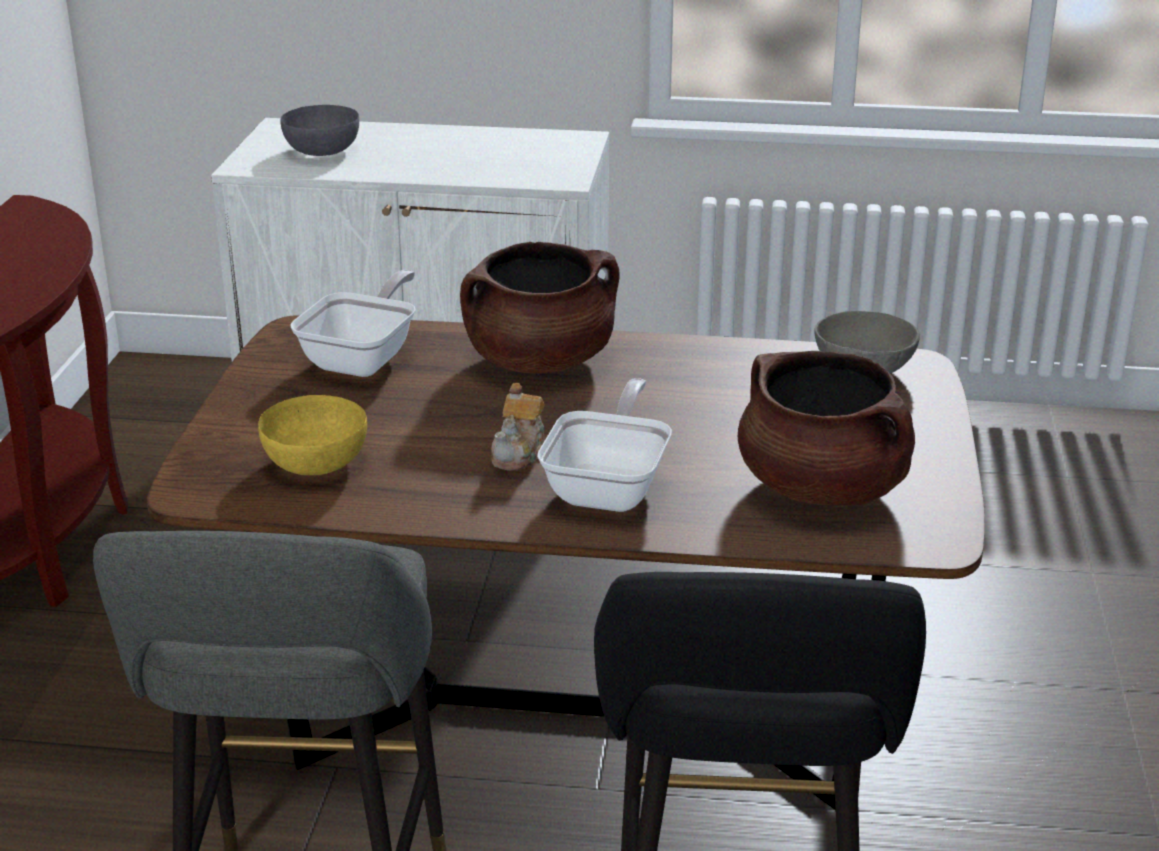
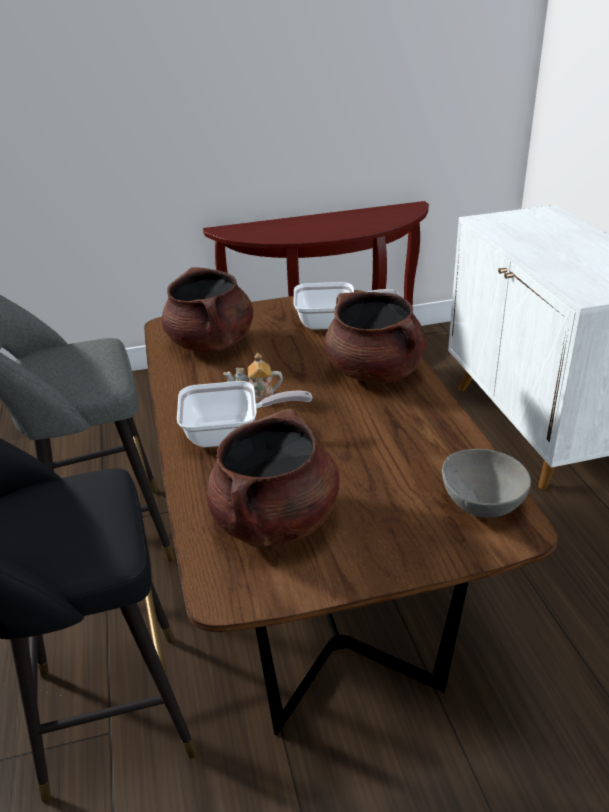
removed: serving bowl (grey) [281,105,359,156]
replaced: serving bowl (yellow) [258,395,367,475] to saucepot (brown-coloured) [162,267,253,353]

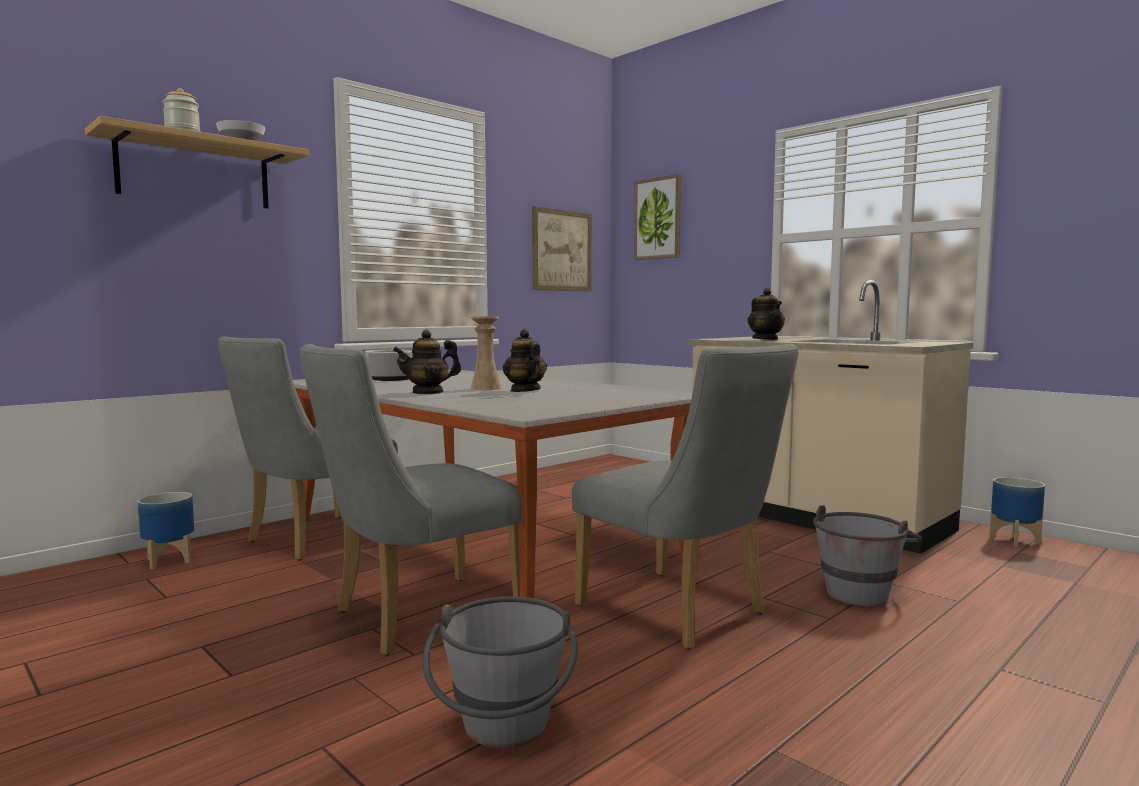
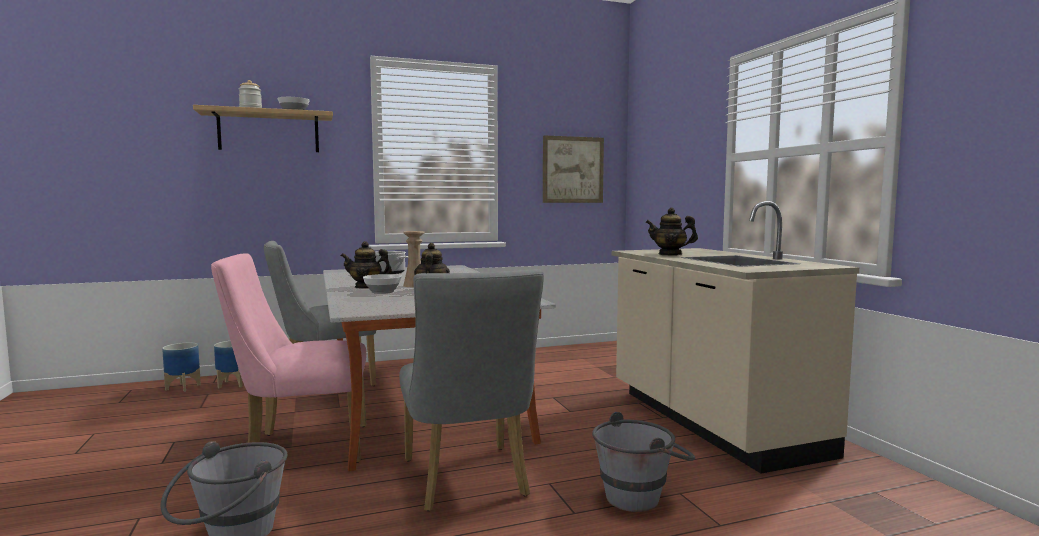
removed: wall art [634,174,681,260]
added: serving bowl [363,274,402,294]
moved: plant pot [989,477,1045,547] to [162,343,201,392]
recoloured: chair (grey) [300,344,522,656] to chair (pink) [211,253,366,463]
turned: pot for tea [748,288,785,340] = [645,208,698,256] 90 degrees clockwise

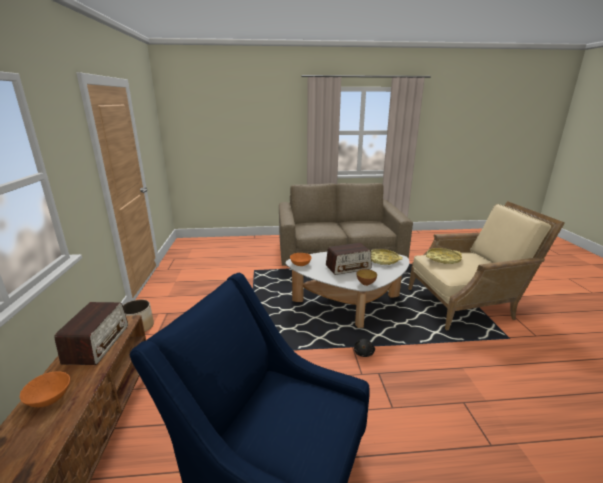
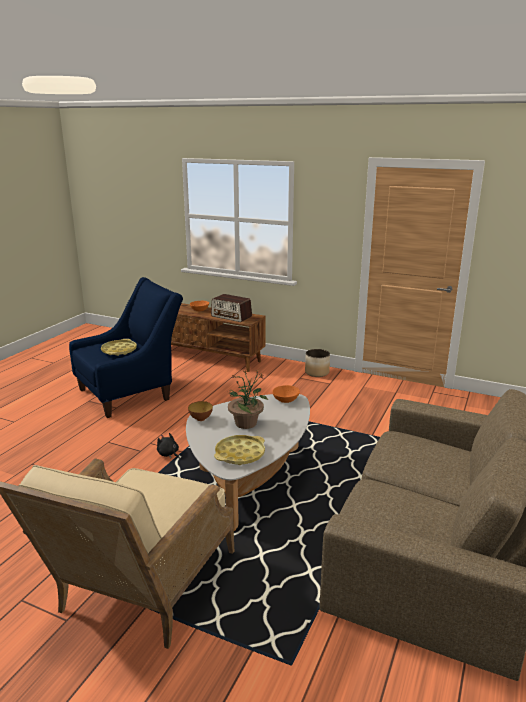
moved: tray (yellow) [426,248,462,264] to [101,339,137,356]
replaced: radio set [326,243,371,275] to plant in a pot [226,368,268,429]

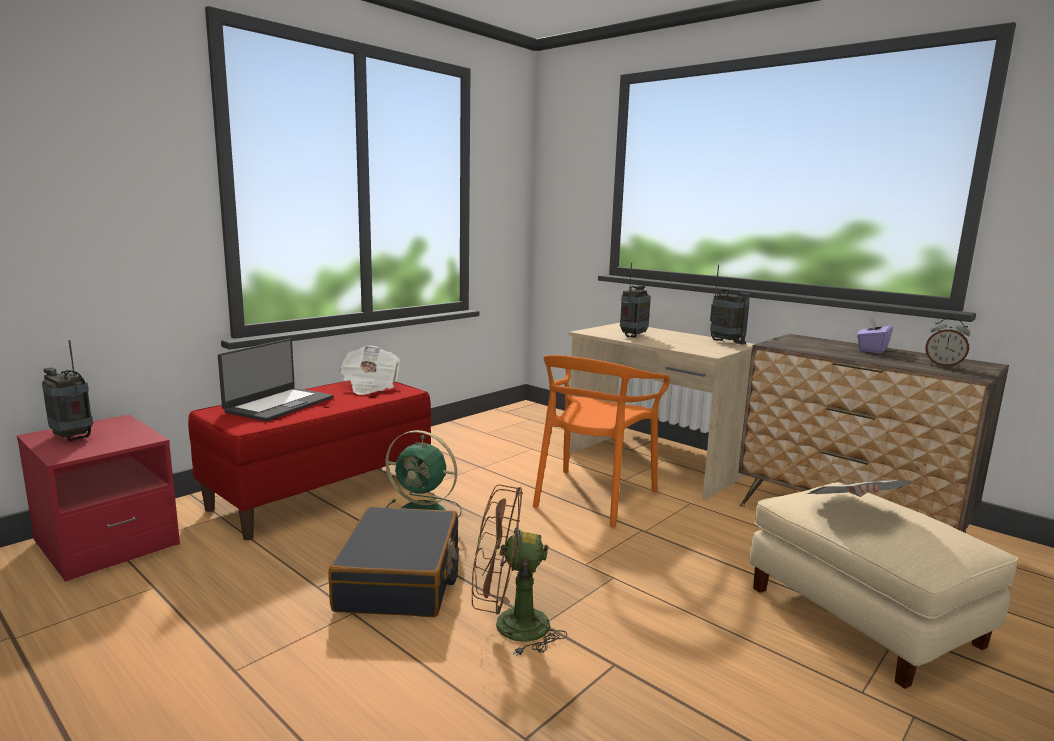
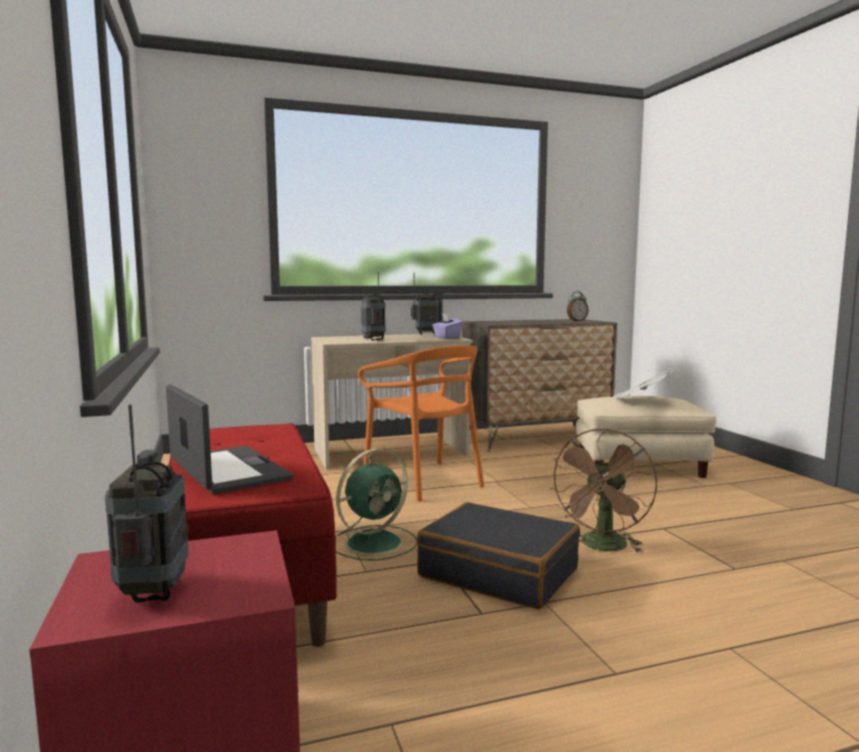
removed: newspaper [339,345,401,395]
moved: box of tissues (purple) [857,316,893,354] to [432,314,463,339]
turned: radio set [42,340,93,441] = [104,404,189,602] 105 degrees clockwise

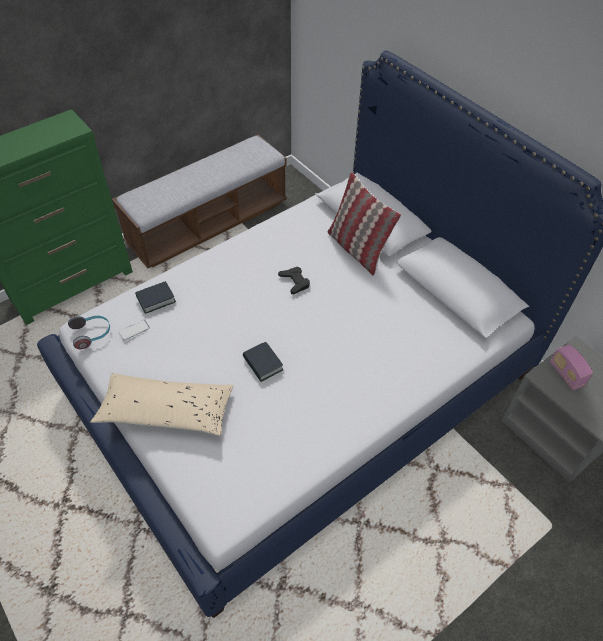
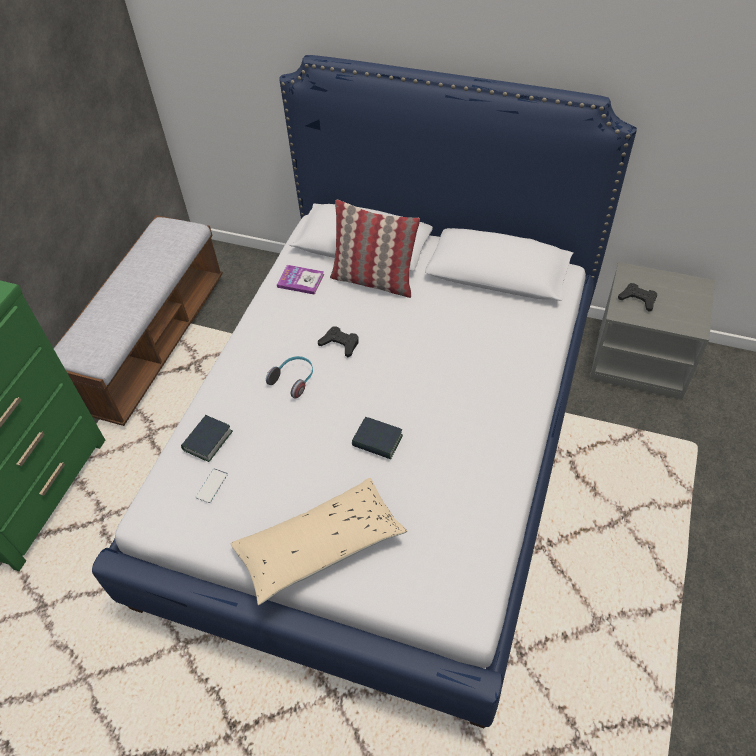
added: book [277,265,324,295]
moved: headset [68,316,110,349] to [266,356,313,399]
replaced: radio set [550,345,593,390] to joypad (black) [618,283,657,312]

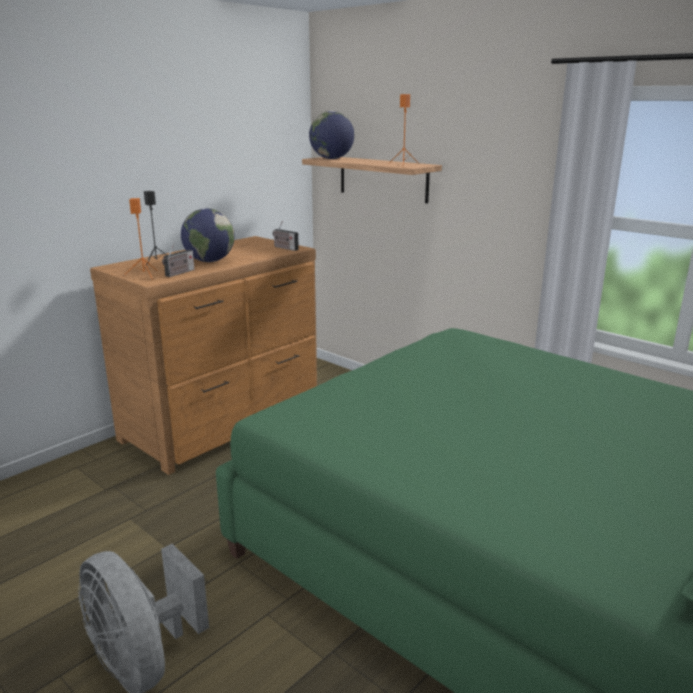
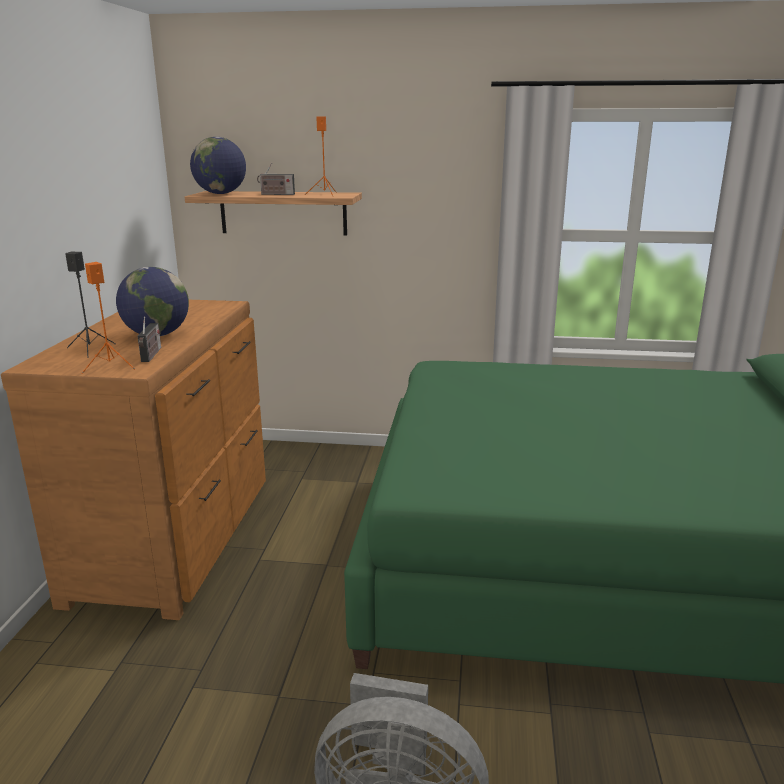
moved: radio set [273,221,299,251] to [257,163,295,195]

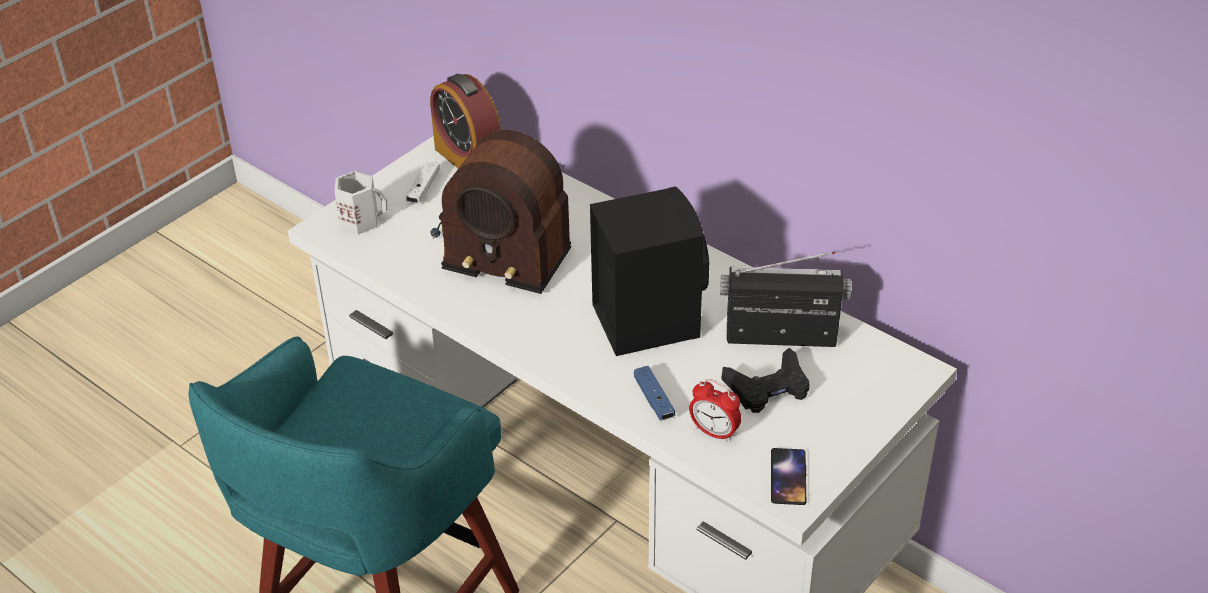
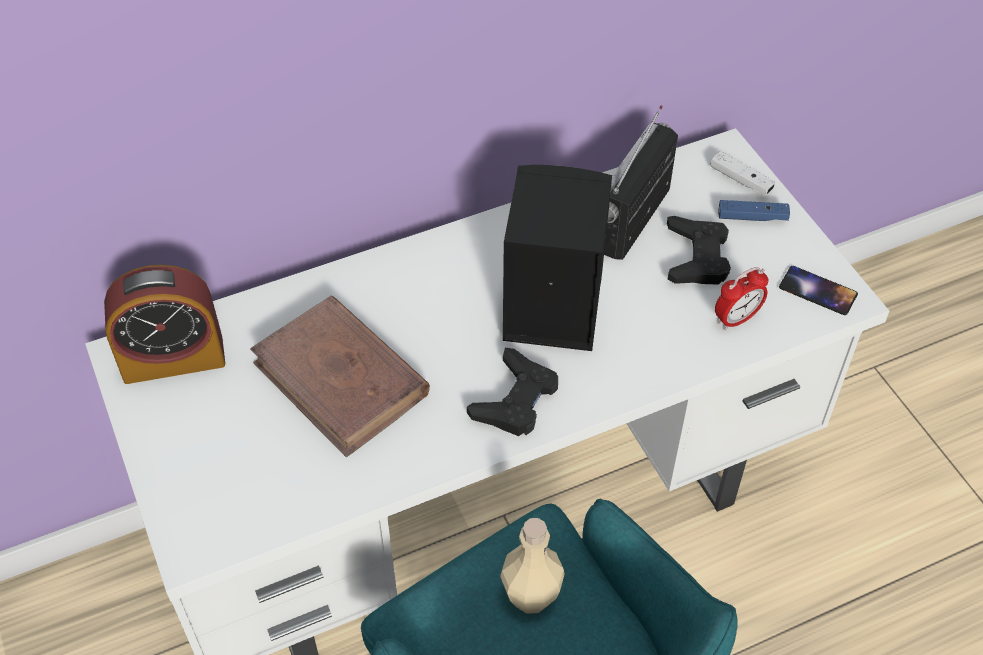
removed: coffee mug (whitish) [334,171,388,235]
added: joypad (black) [467,348,558,436]; beverage bottle (beige) [500,518,565,614]
moved: joypad (whitish) [406,161,440,204] to [710,151,775,195]; joypad (bluish) [634,366,675,421] to [718,200,790,221]
replaced: radio set [430,130,571,294] to book (brown-coloured) [250,295,430,457]

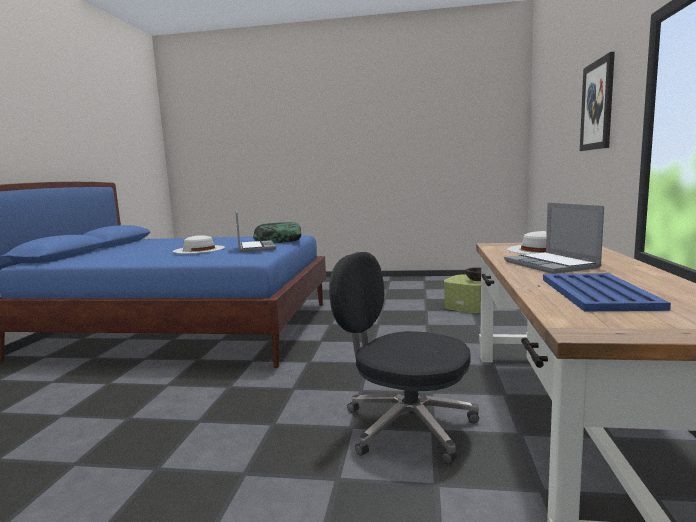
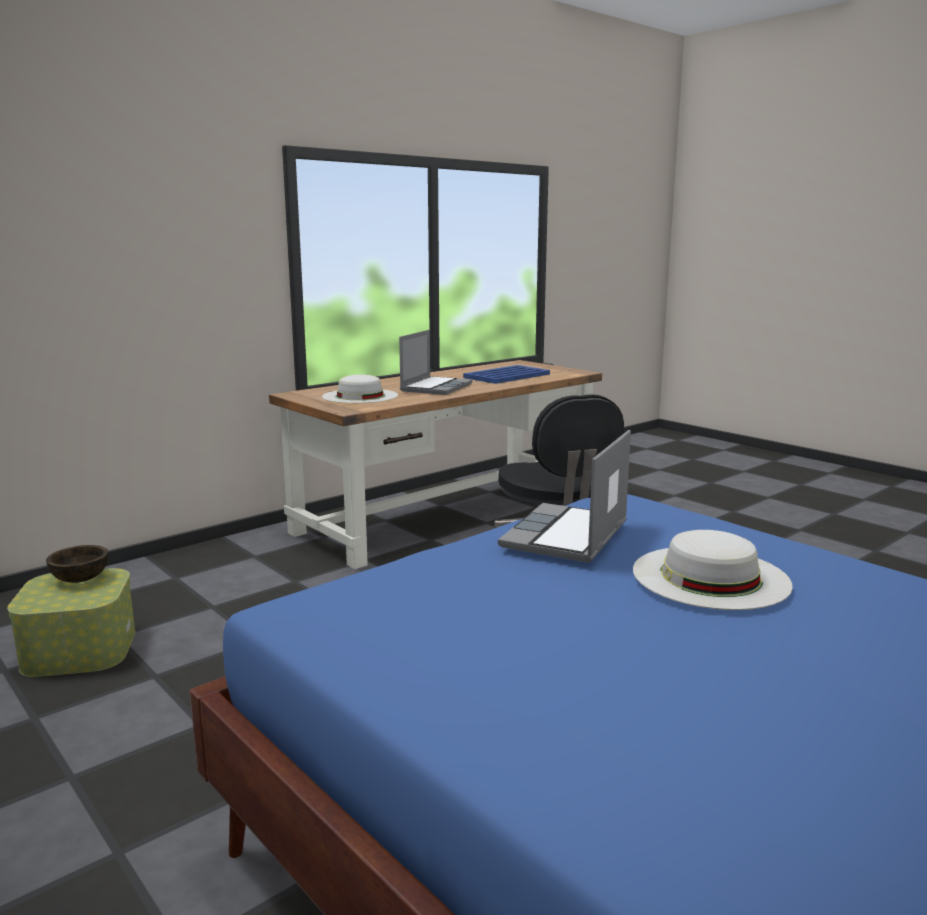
removed: throw pillow [253,222,302,243]; wall art [580,52,615,151]

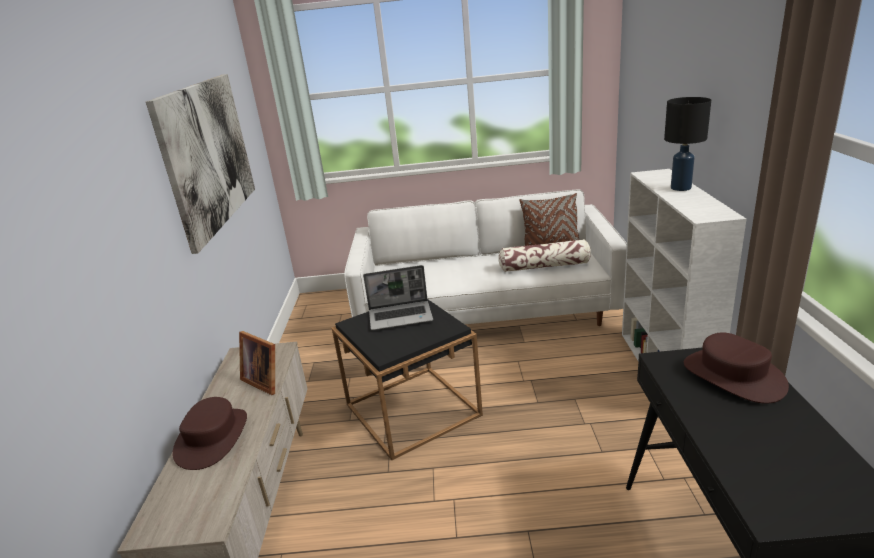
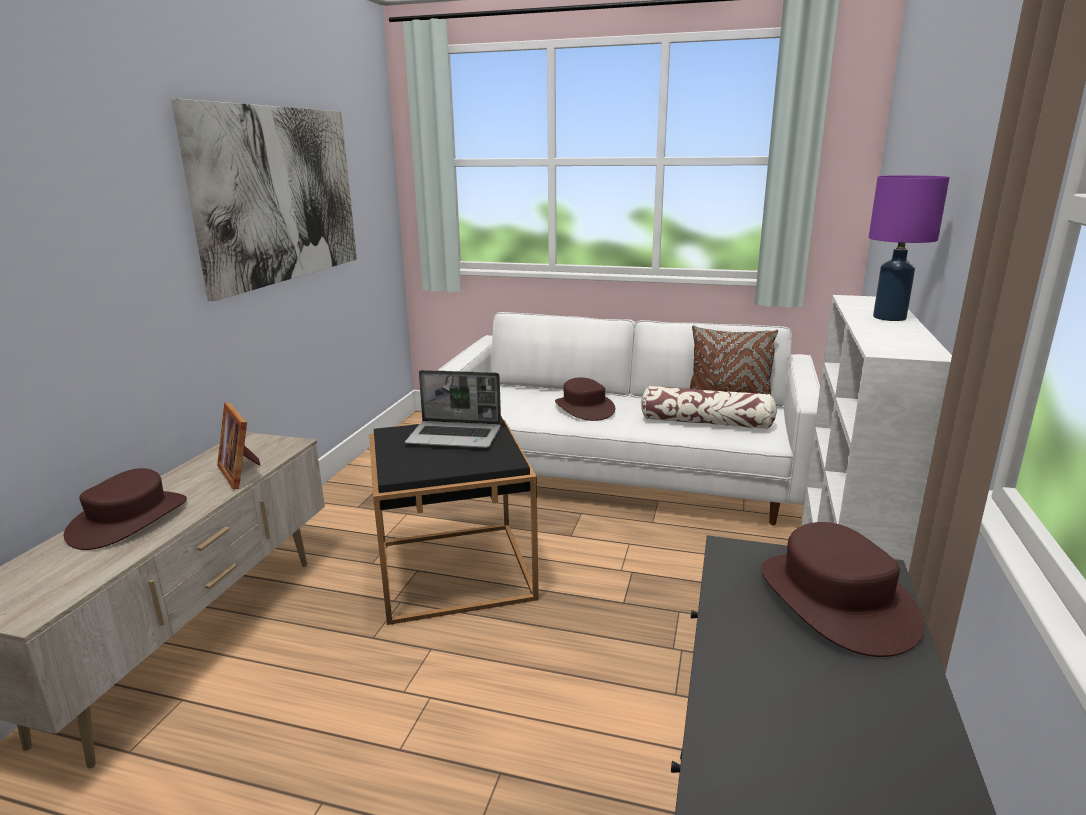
added: wearable hat (brown-coloured) [555,377,615,421]
recoloured: tabletop lamp (black) [664,97,711,191] to tabletop lamp (purple) [869,175,950,321]

